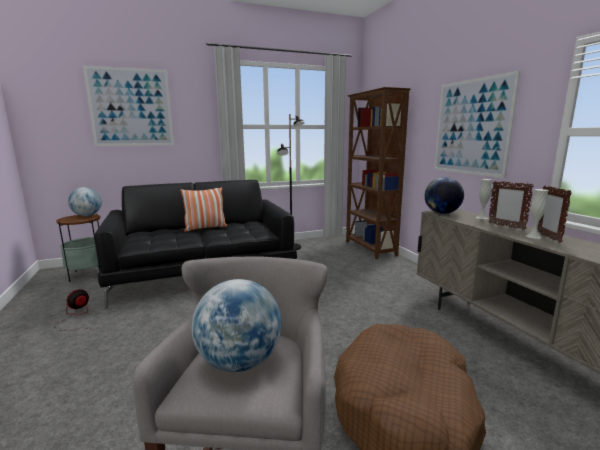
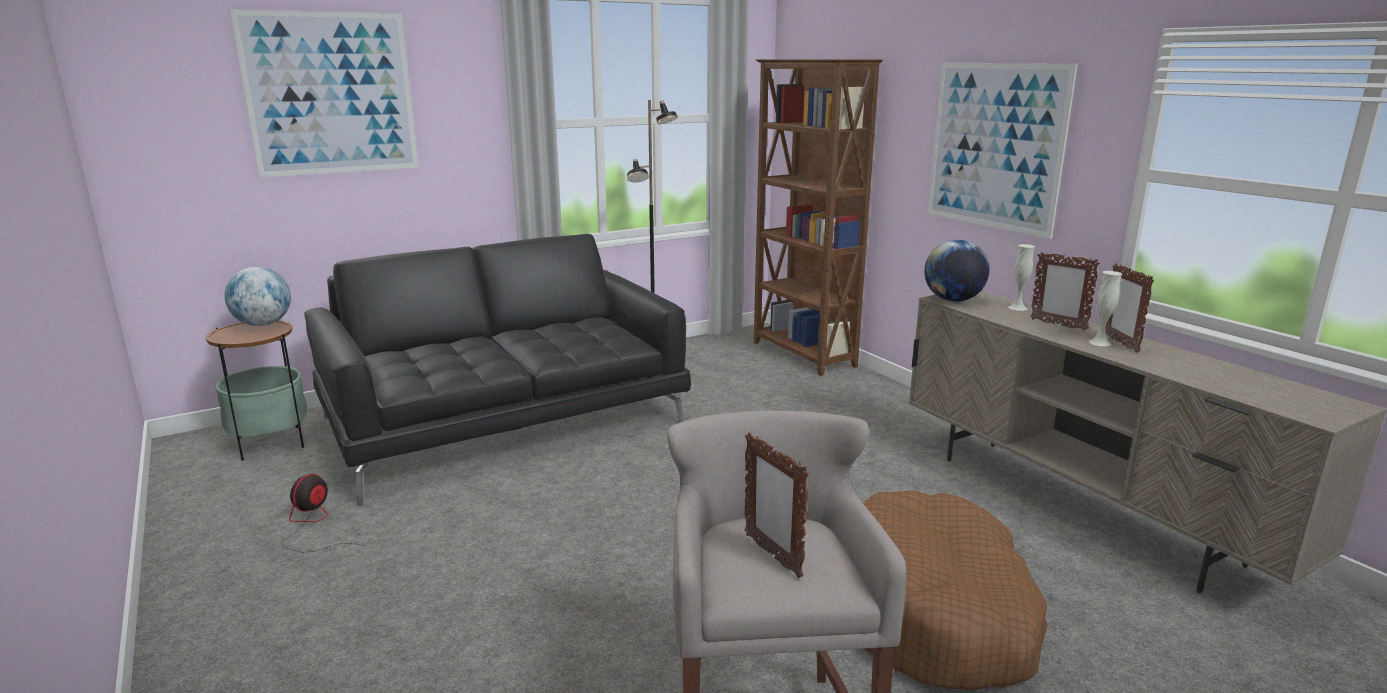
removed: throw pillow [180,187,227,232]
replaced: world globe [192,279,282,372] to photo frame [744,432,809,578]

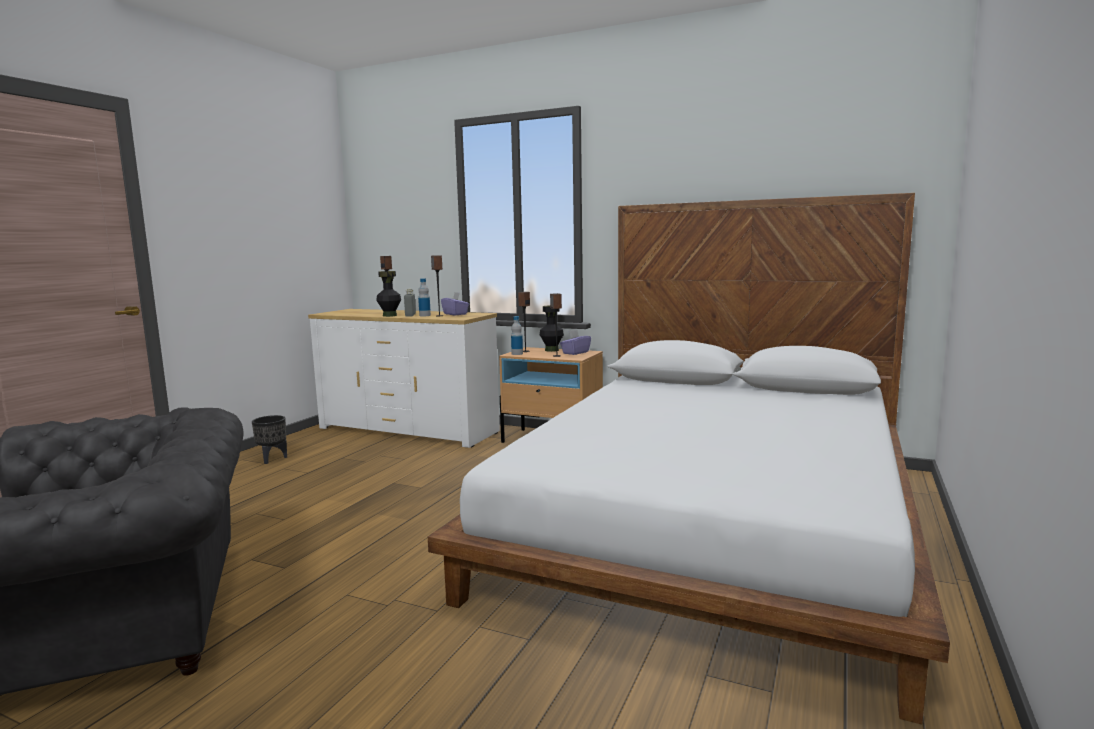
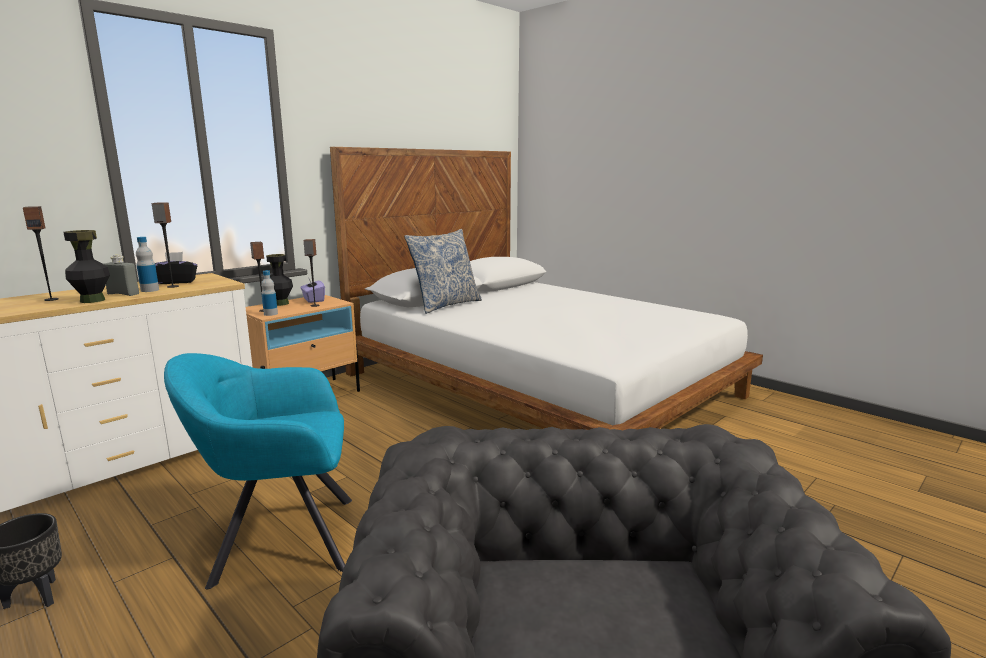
added: lounge chair (turquoise-coloured) [164,353,352,589]; throw pillow [404,229,482,314]
recoloured: box of tissues (purple) [441,292,469,315] to box of tissues (black) [155,252,197,284]

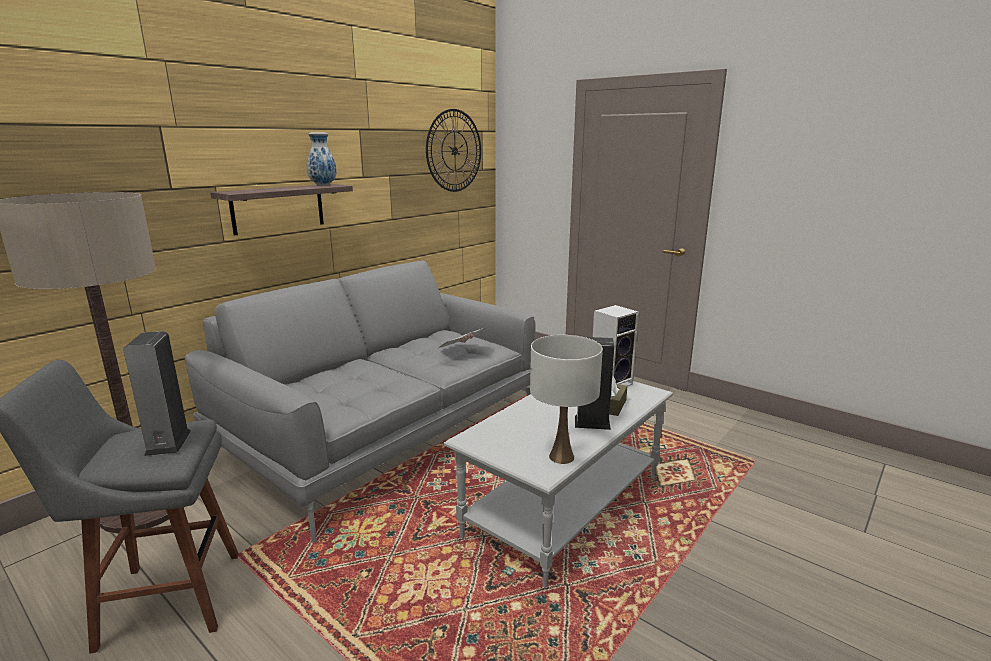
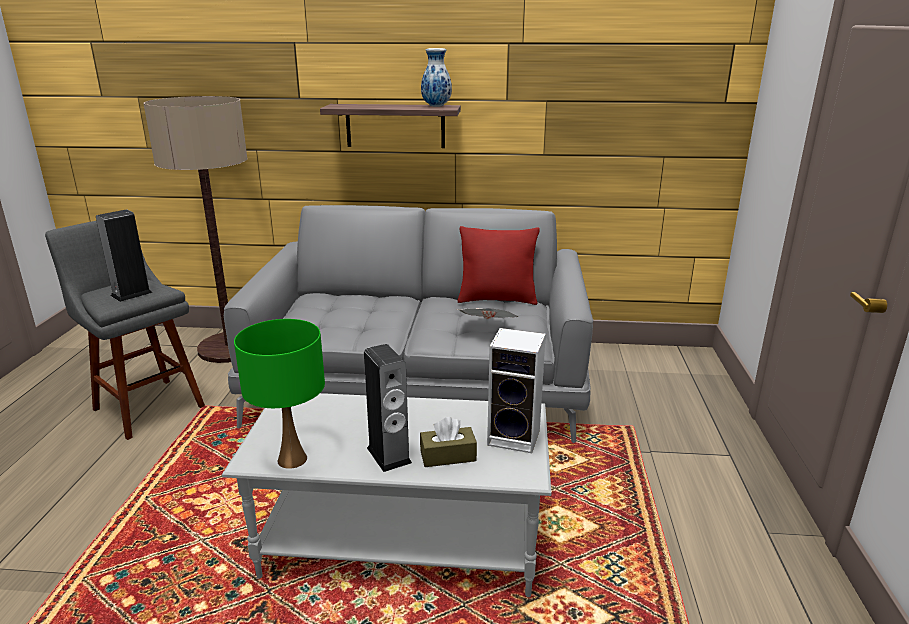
removed: clock on the wall [426,109,481,192]
added: throw pillow (red) [457,226,540,305]
recoloured: tabletop lamp (whitish) [530,335,603,464] to tabletop lamp (green) [234,319,325,469]

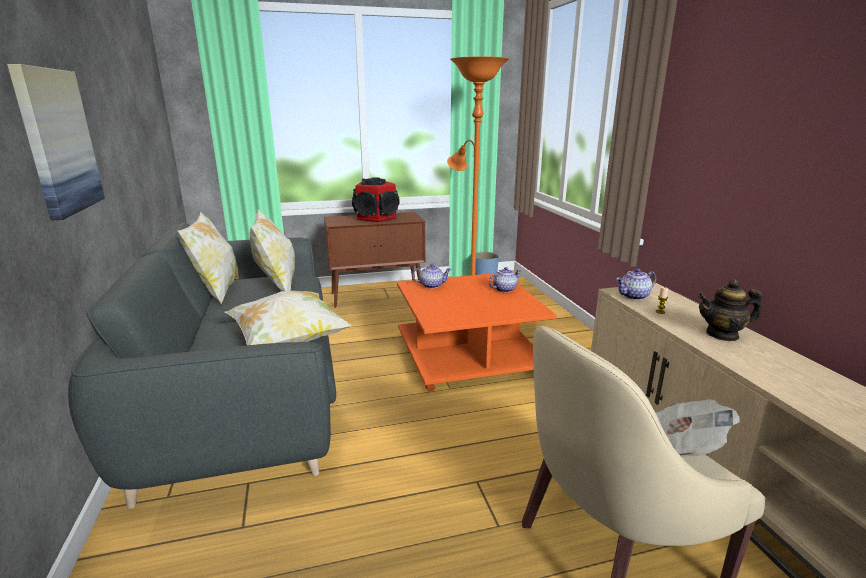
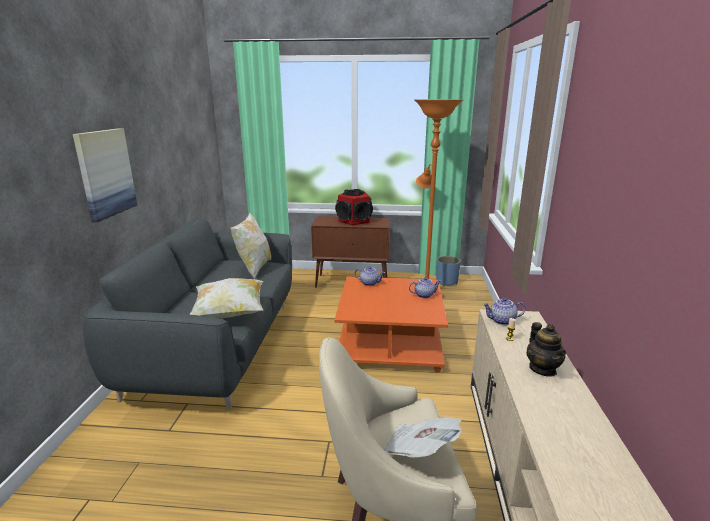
removed: throw pillow [178,211,239,305]
turned: pot for tea [698,279,762,341] = [526,322,566,377] 120 degrees counterclockwise

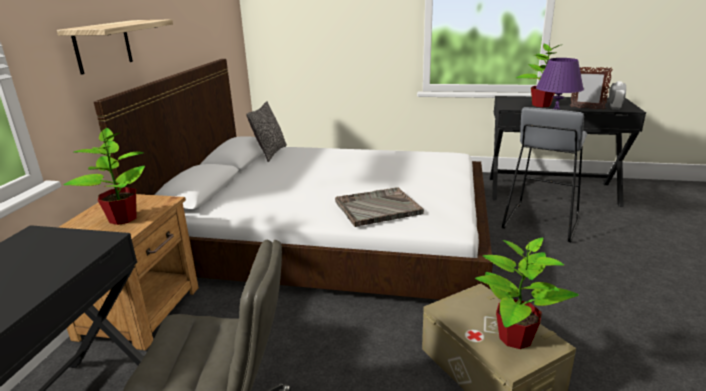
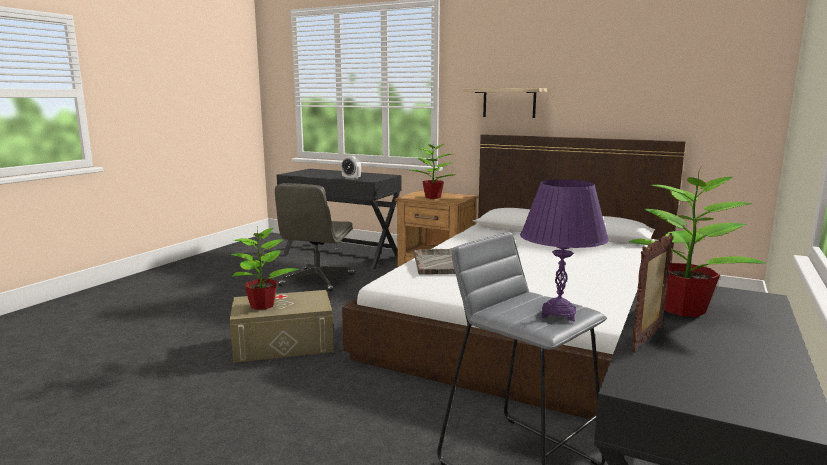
removed: throw pillow [246,101,287,162]
moved: table clock [609,81,626,110] to [341,156,361,180]

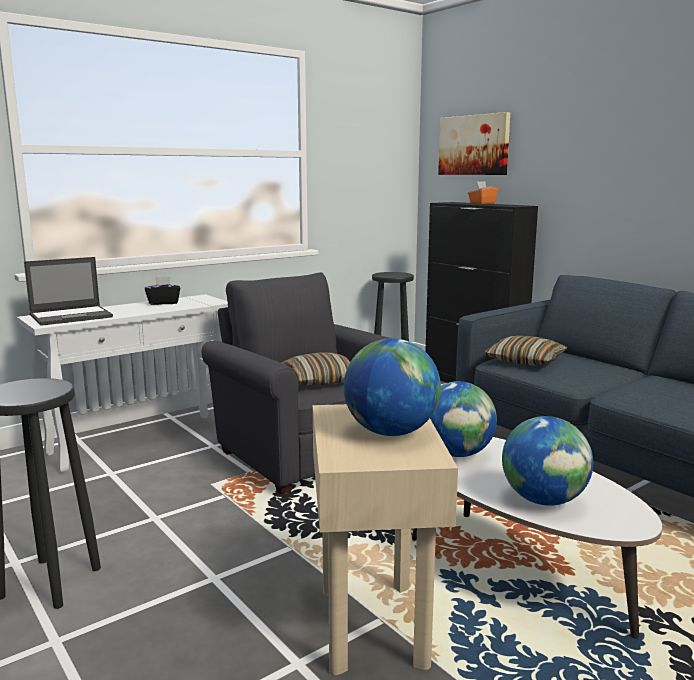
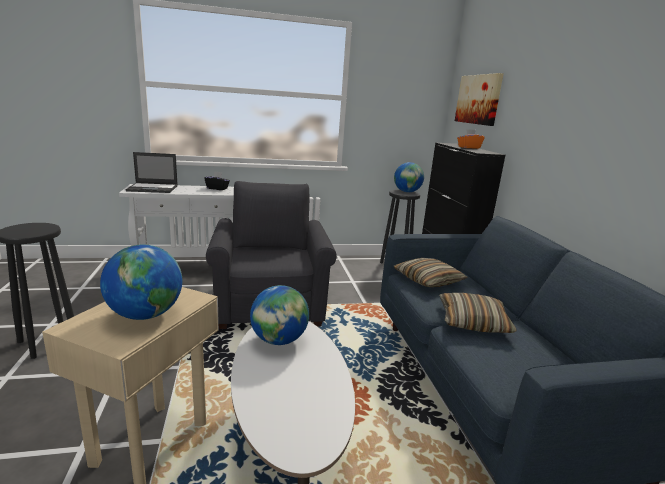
moved: throw pillow [281,352,350,386] to [439,293,517,333]; world globe [502,416,593,506] to [394,162,424,192]

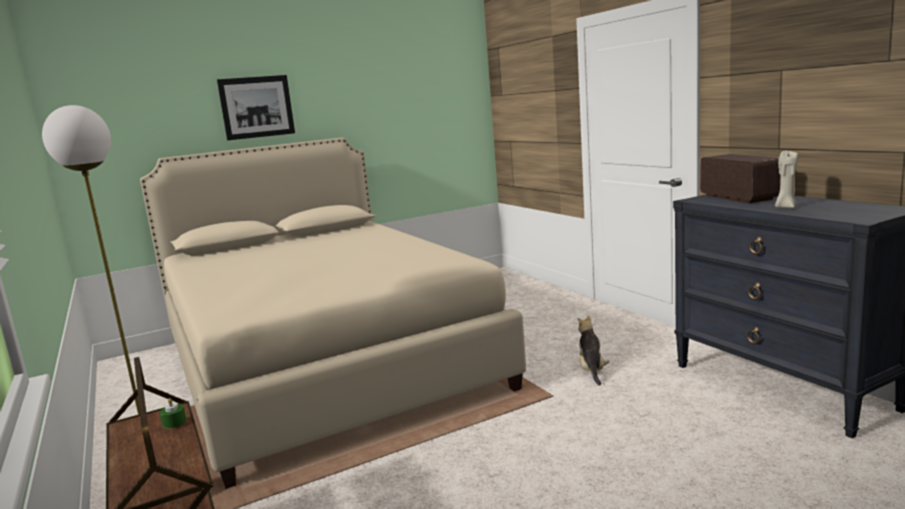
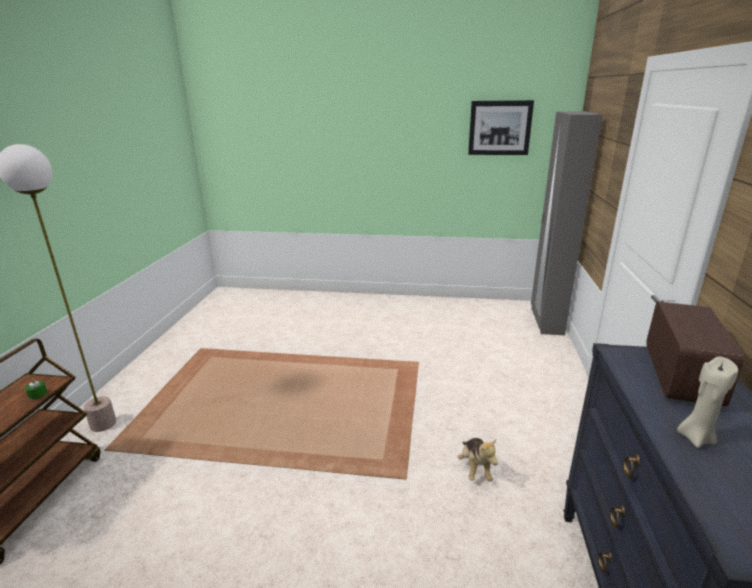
removed: bedroom bed (beige) [140,138,526,489]
added: armoire (grey) [531,111,602,335]
moved: wall art [217,75,295,140] to [468,100,534,155]
turned: soft toy [578,315,609,386] = [458,438,498,481] 135 degrees clockwise

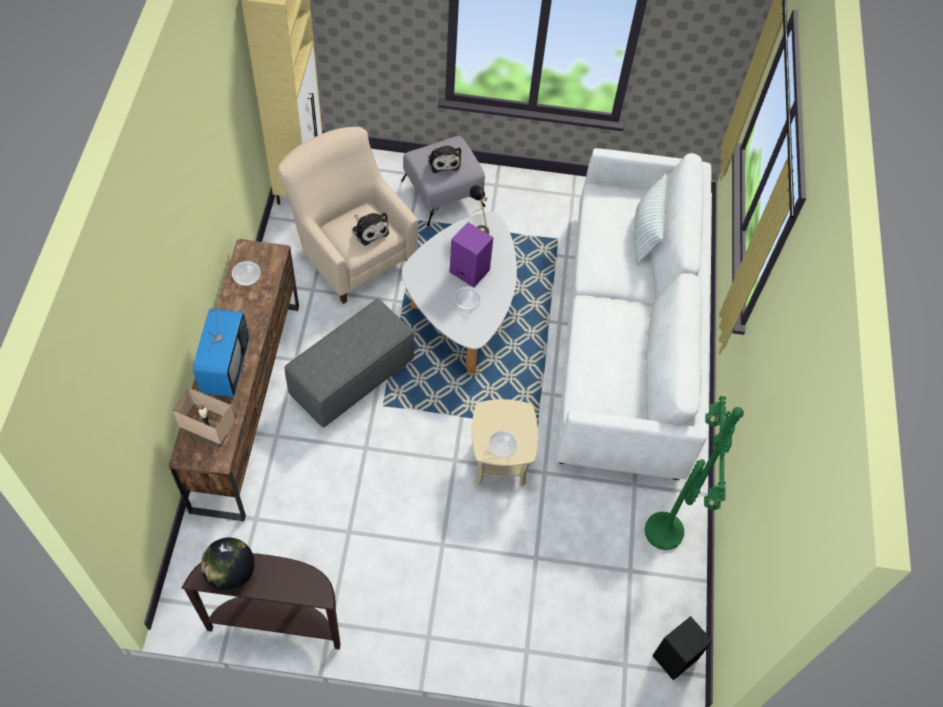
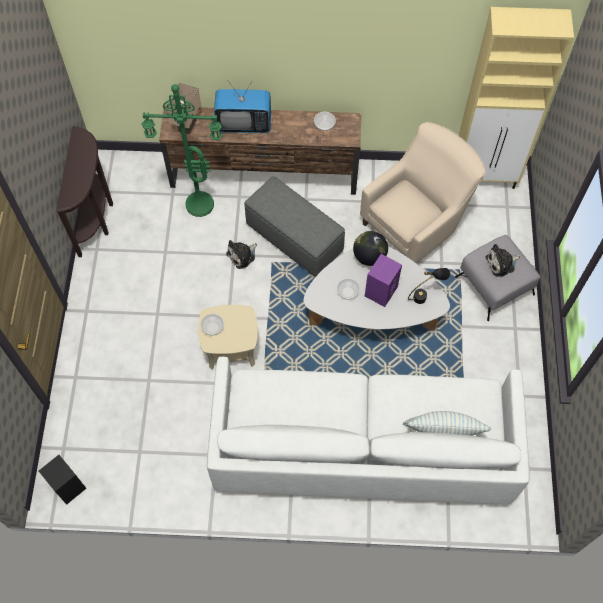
moved: world globe [201,538,255,591] to [353,231,388,266]; soft toy [353,212,389,246] to [226,240,257,269]; floor lamp (green) [645,396,744,550] to [142,84,223,217]

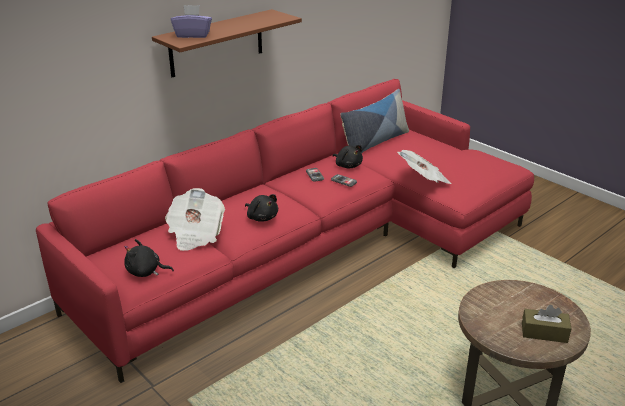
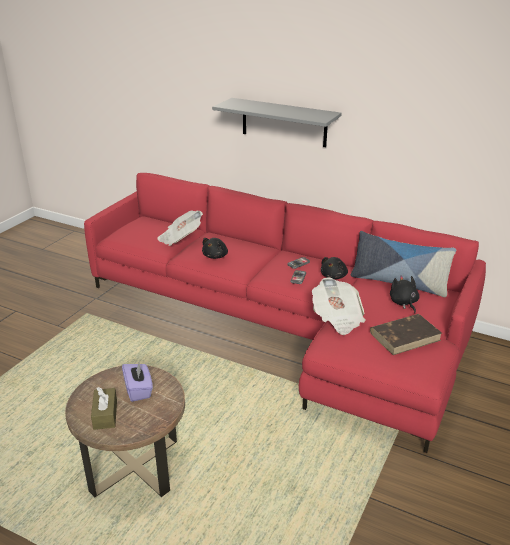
added: book (brown-coloured) [370,314,442,355]
moved: soft toy (black) [124,239,174,277] to [390,275,420,314]; box of tissues (purple) [171,5,212,38] to [122,360,153,402]
recoloured: bracket shelf (brown-coloured) [152,9,302,77] to bracket shelf (grey) [212,98,342,147]

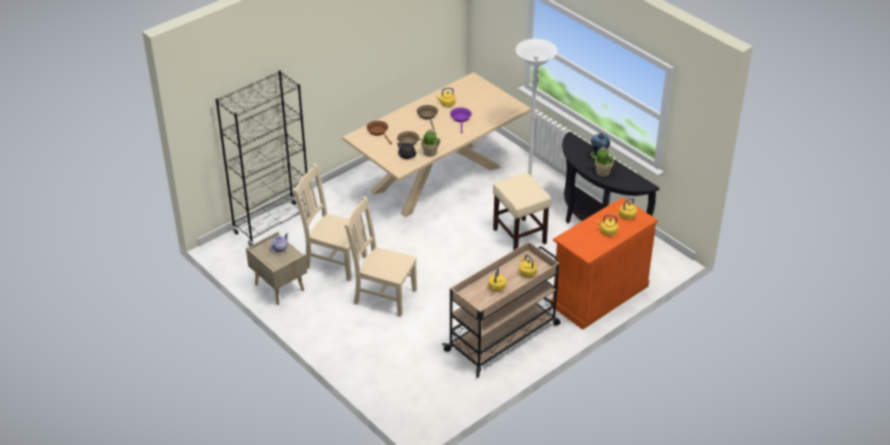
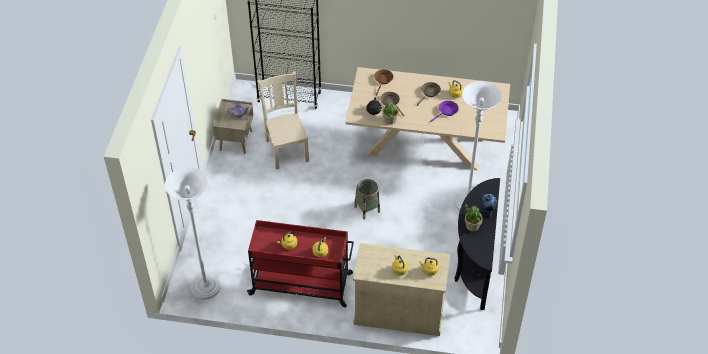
removed: chair (beige) [344,196,417,317]; stool (beige) [493,172,551,250]
added: floor lamp (whitish) [165,167,221,300]; household basket [354,179,380,220]
recoloured: wheeled cart (beige) [442,241,561,378] to wheeled cart (red) [247,220,354,307]; cabinet (orangey) [550,197,658,330] to cabinet (beige) [353,243,450,336]

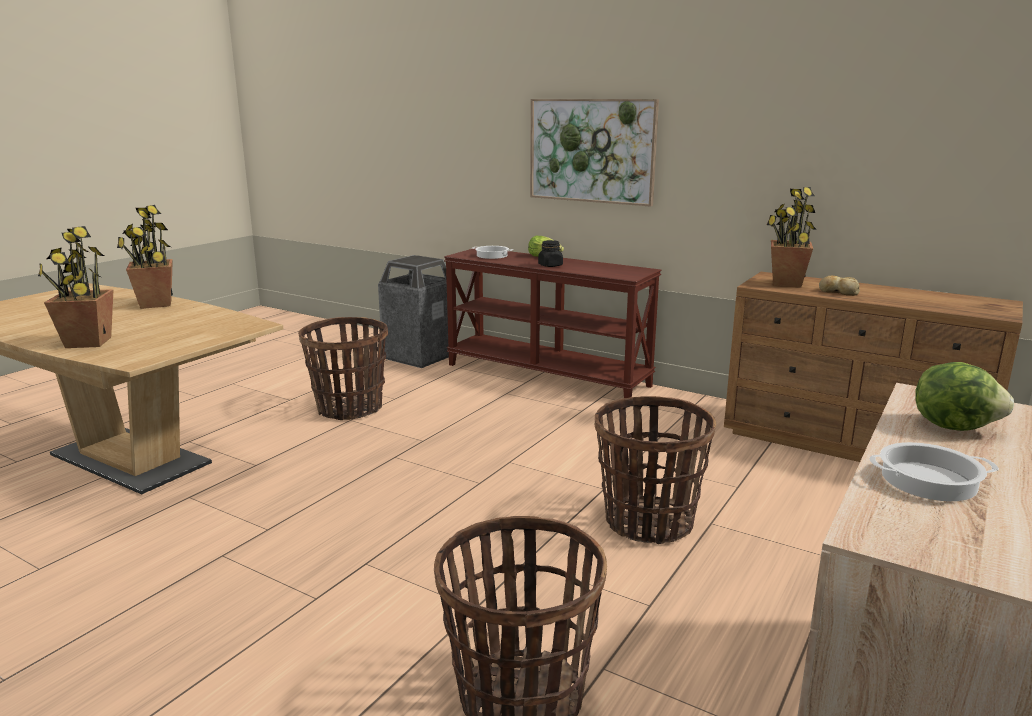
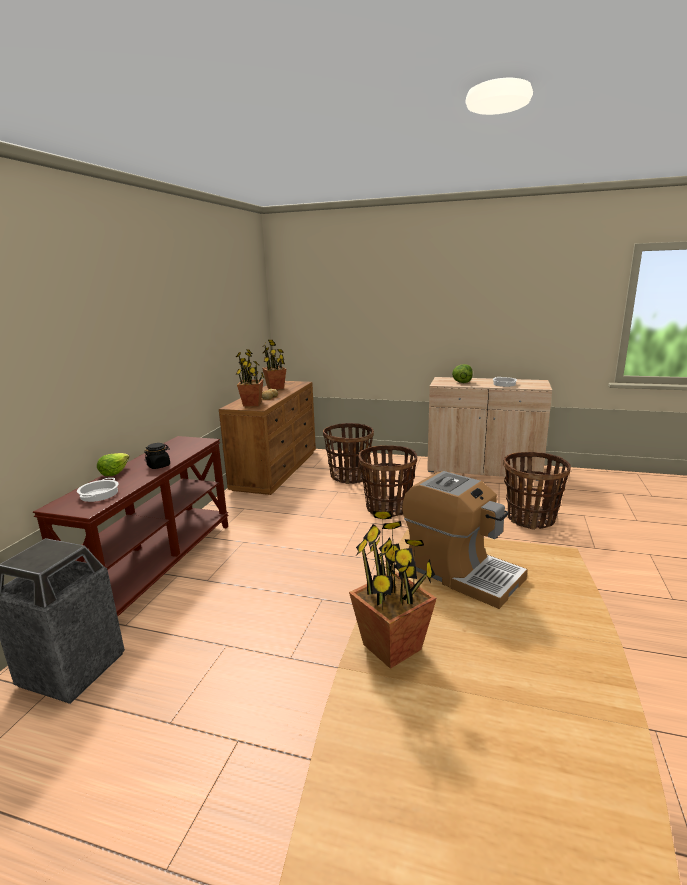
removed: wall art [530,99,659,207]
added: coffee brewer [402,471,528,609]
moved: plant in a pot [38,226,114,348] to [262,340,286,390]; household basket [298,317,388,420] to [323,423,374,484]

